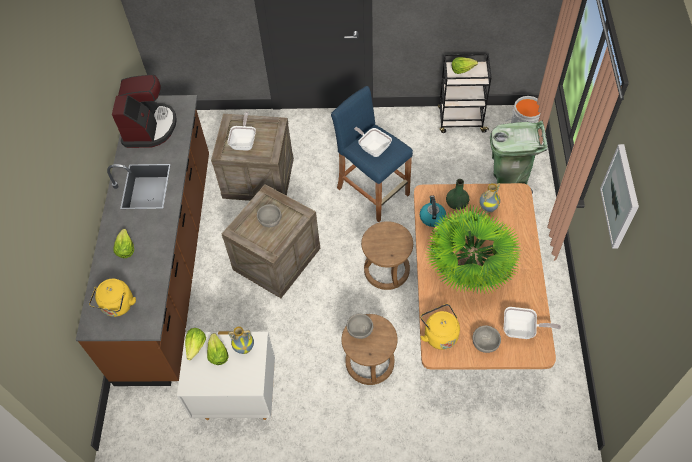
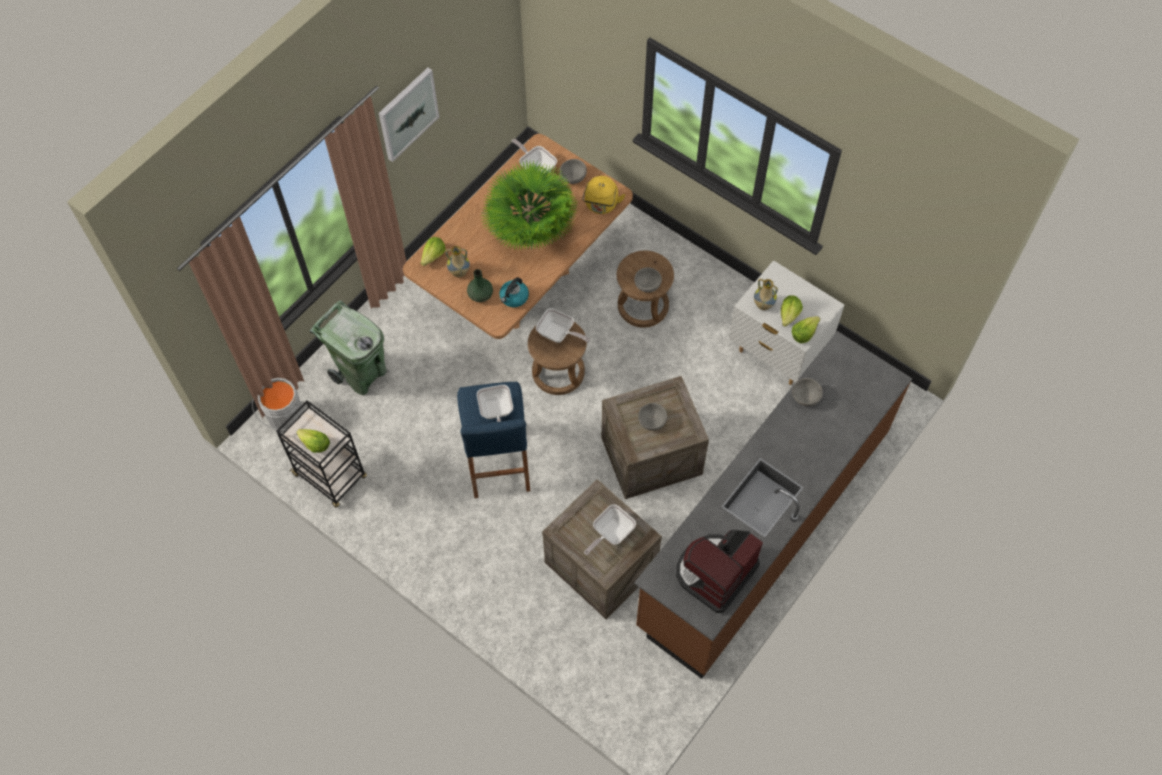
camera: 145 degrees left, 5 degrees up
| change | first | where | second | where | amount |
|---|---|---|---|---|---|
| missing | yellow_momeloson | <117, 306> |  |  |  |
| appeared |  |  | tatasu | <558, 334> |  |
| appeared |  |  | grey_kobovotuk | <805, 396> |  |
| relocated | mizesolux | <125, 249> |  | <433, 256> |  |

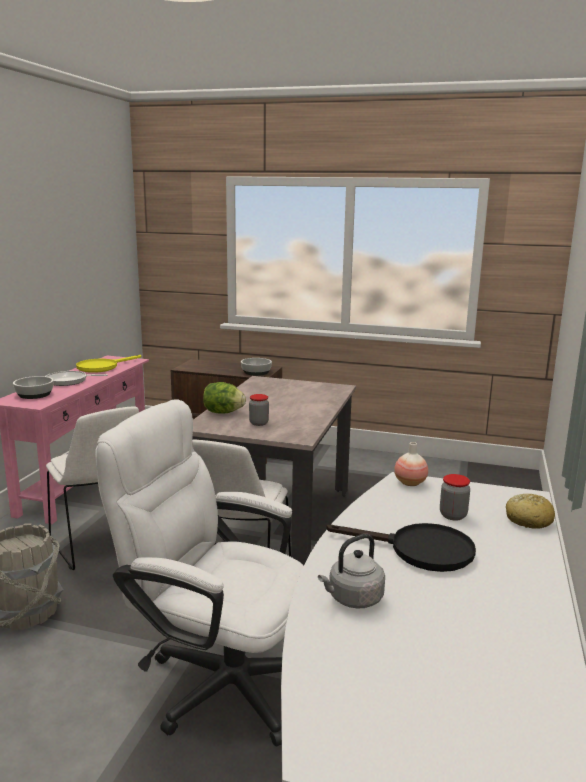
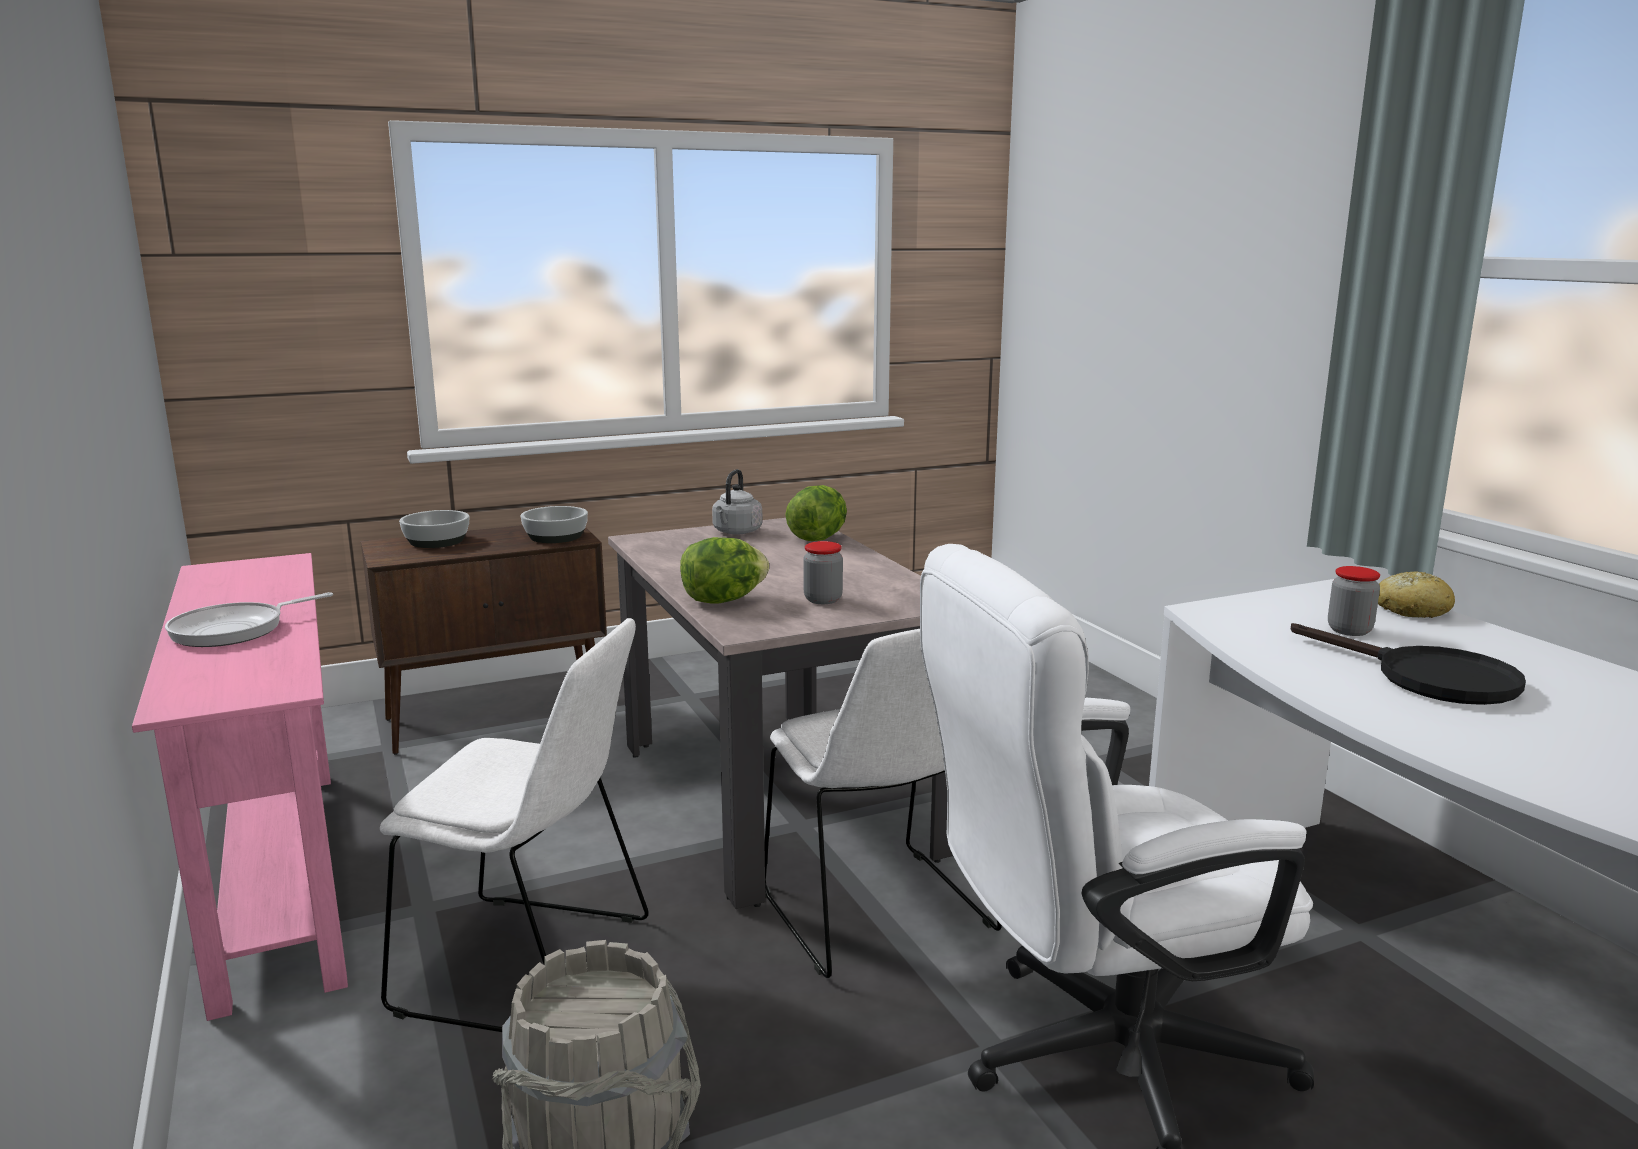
camera: 40 degrees left, 0 degrees up
| change | first | where | second | where | amount |
|---|---|---|---|---|---|
| missing | yellow_tatasu | <102, 367> |  |  |  |
| missing | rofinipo | <410, 483> |  |  |  |
| appeared |  |  | mizesolux | <818, 538> |  |
| relocated | kobovotuk | <35, 394> |  | <437, 541> |  |
| relocated | grey_momeloson | <353, 599> |  | <736, 532> |  |
| spun | black_tatasu | <419, 550> |  | <1427, 678> | 75 degrees clockwise |

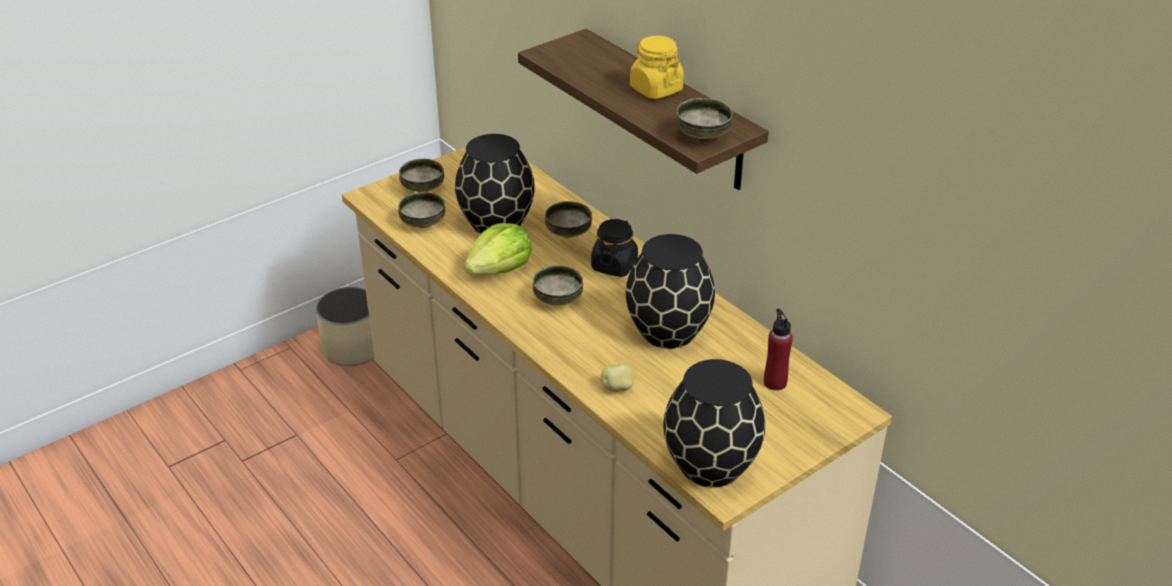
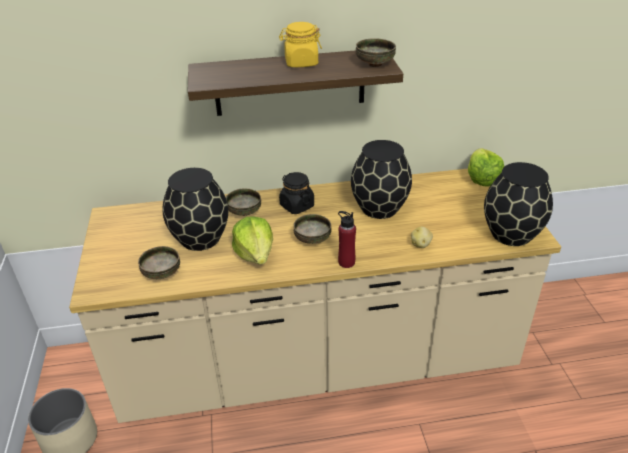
camera: 60 degrees left, 0 degrees up
| change | first | where | second | where | amount |
|---|---|---|---|---|---|
| missing | kobovotuk | <422, 188> |  |  |  |
| appeared |  |  | mizesolux | <482, 179> |  |
| relocated | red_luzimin | <775, 382> |  | <346, 262> |  |

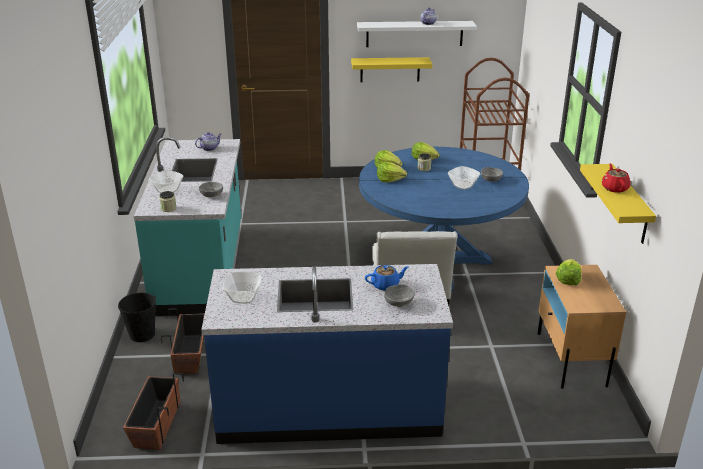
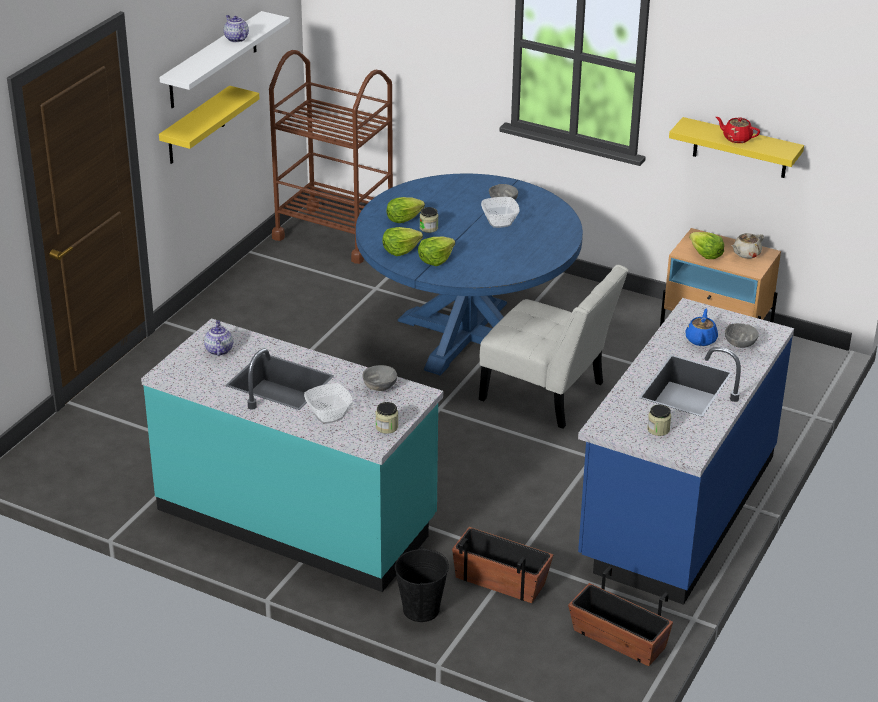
camera: 60 degrees left, 5 degrees up
| change | first | where | second | where | amount |
|---|---|---|---|---|---|
| appeared |  |  | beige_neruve | <746, 254> |  |
| exchanged | kobovotuk | <243, 298> | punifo | <658, 429> |  |

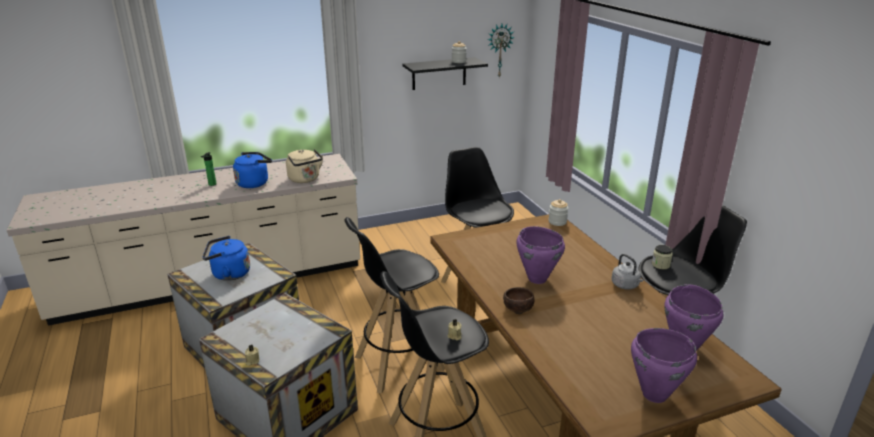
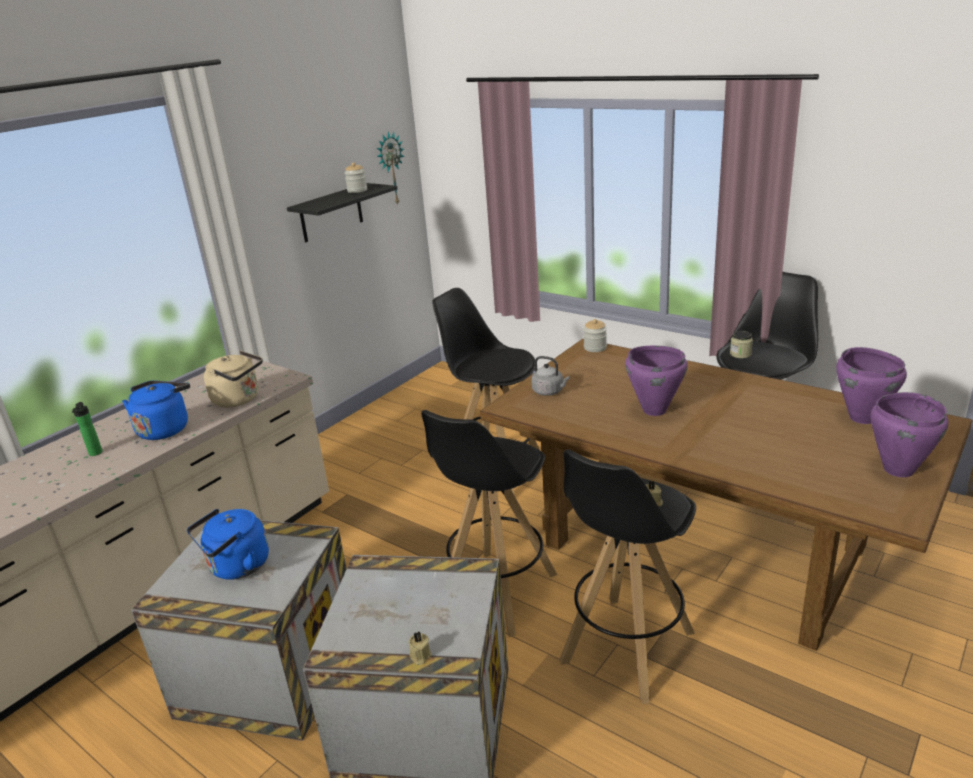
camera: 30 degrees left, 0 degrees up
| change | first | where | second | where | amount |
|---|---|---|---|---|---|
| missing | brown_kobovotuk | <517, 307> |  |  |  |
| relocated | grey_momeloson | <626, 285> |  | <549, 391> |  |

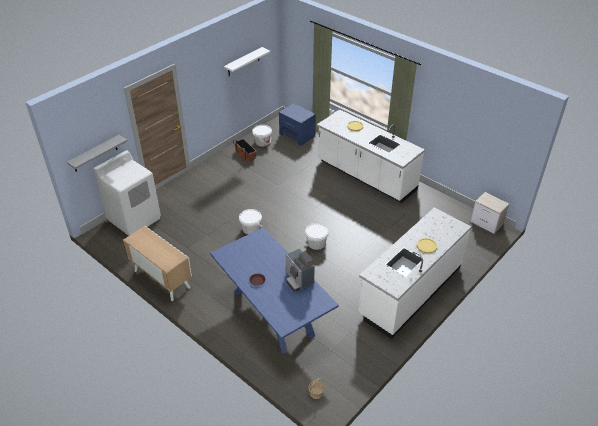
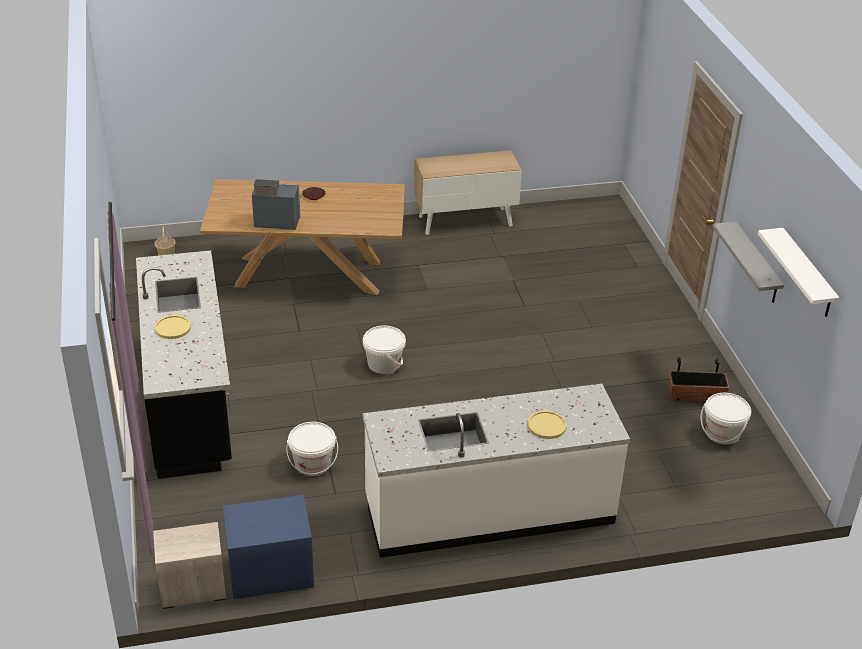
camera: 125 degrees right, 5 degrees down
| change | first | where | second | where | amount |
|---|---|---|---|---|---|
| missing | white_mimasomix | <134, 219> |  |  |  |
| relocated | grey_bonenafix | <95, 154> |  | <756, 264> |  |
| relocated | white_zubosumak | <251, 229> |  | <312, 464> |  |
| relocated | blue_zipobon | <297, 135> |  | <269, 571> |  |
| colour | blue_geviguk | <273, 312> | brown_geviguk | <308, 274> |  |
| colour | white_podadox | <410, 290> | black_podadox | <189, 400> |  |

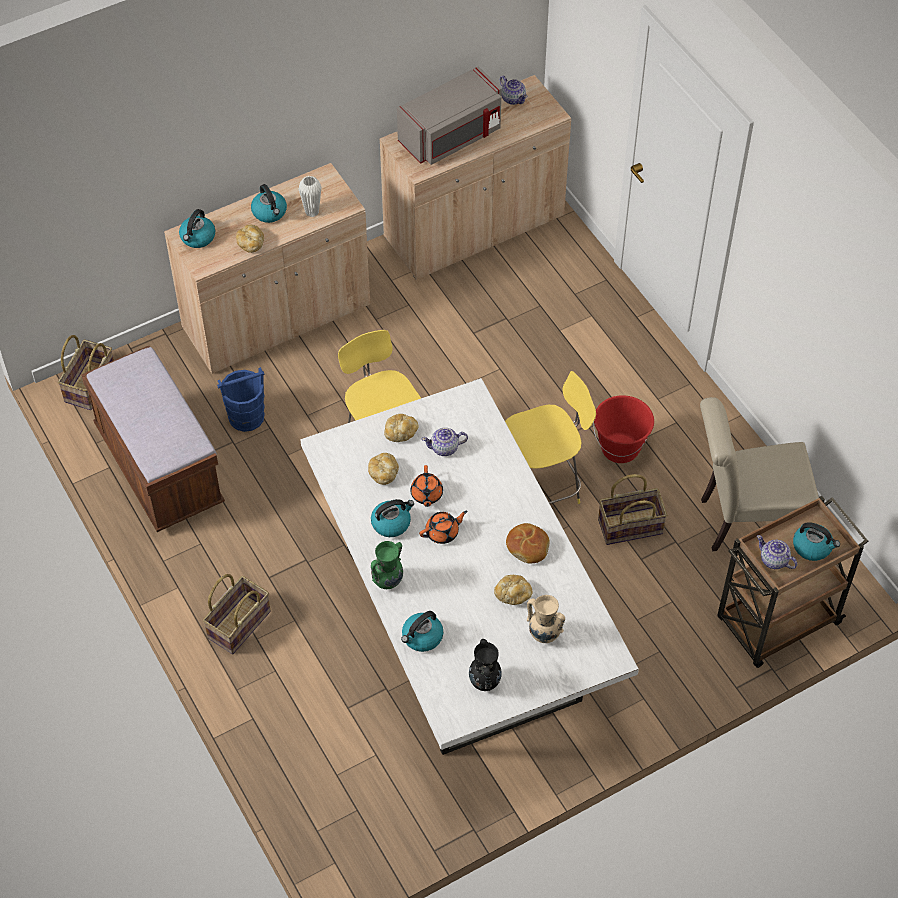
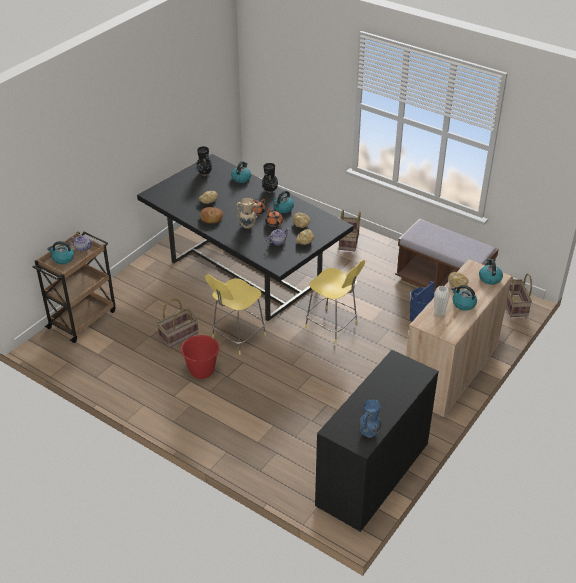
camera: 155 degrees right, 15 degrees down
| change | first | where | second | where | amount |
|---|---|---|---|---|---|
| missing | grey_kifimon | <452, 136> |  |  |  |
| missing | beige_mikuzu | <745, 521> |  |  |  |
| relocated | beige_rofinipo | <544, 634> |  | <248, 226> |  |
| exchanged | neruve | <513, 98> | blue_rofinipo | <369, 433> |  |
| colour | white_geviguk | <462, 625> | black_geviguk | <244, 271> |  |
| colour | green_rofinipo | <388, 581> | black_rofinipo | <269, 190> |  |
| colour | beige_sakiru | <474, 227> | black_sakiru | <372, 475> |  |

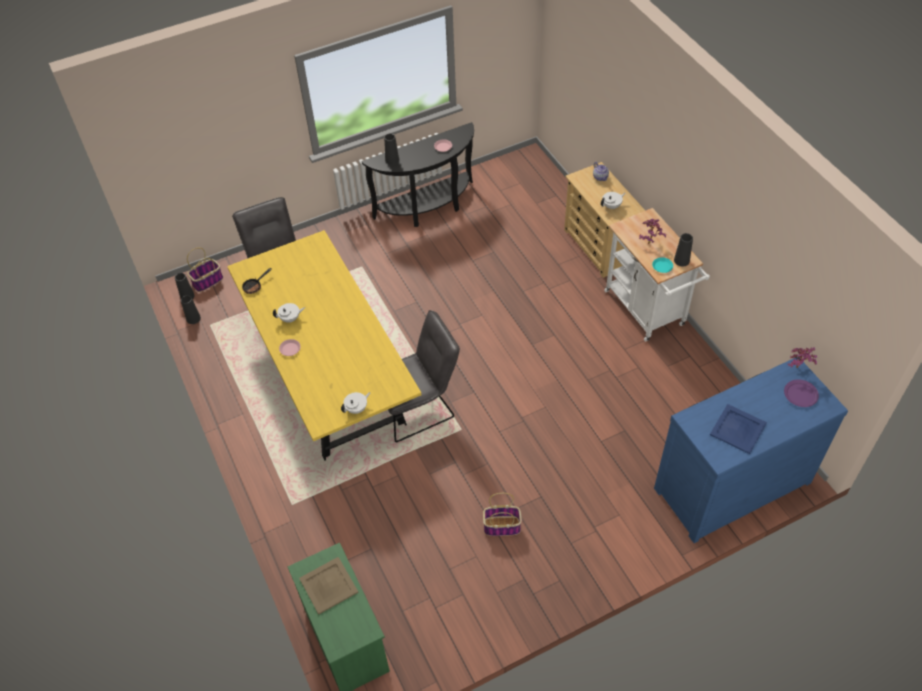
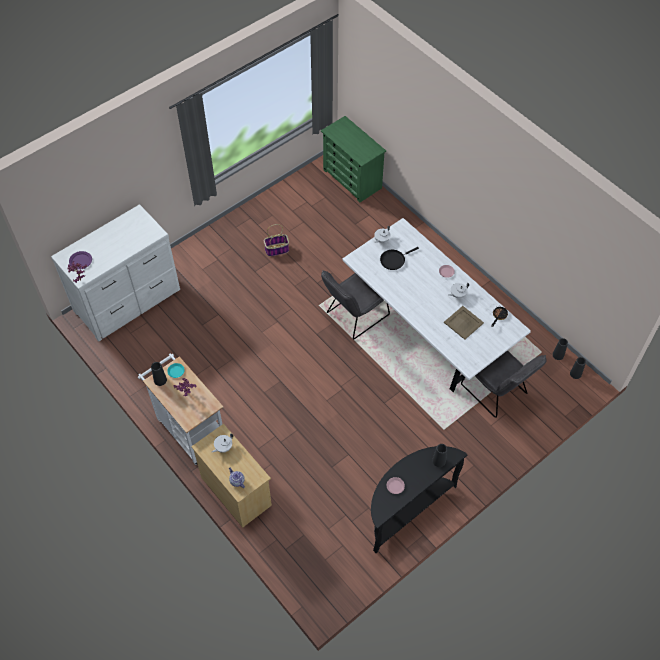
camera: 165 degrees right, 5 degrees up
| change | first | where | second | where | amount |
|---|---|---|---|---|---|
| missing | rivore | <208, 281> |  |  |  |
| missing | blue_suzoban | <738, 428> |  |  |  |
| appeared |  |  | black_tatasu | <394, 260> |  |
| relocated | beige_suzoban | <328, 586> |  | <463, 322> |  |
| colour | yellow_geviguk | <330, 375> | white_geviguk | <428, 328> |  |
| colour | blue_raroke | <730, 483> | white_raroke | <128, 301> |  |

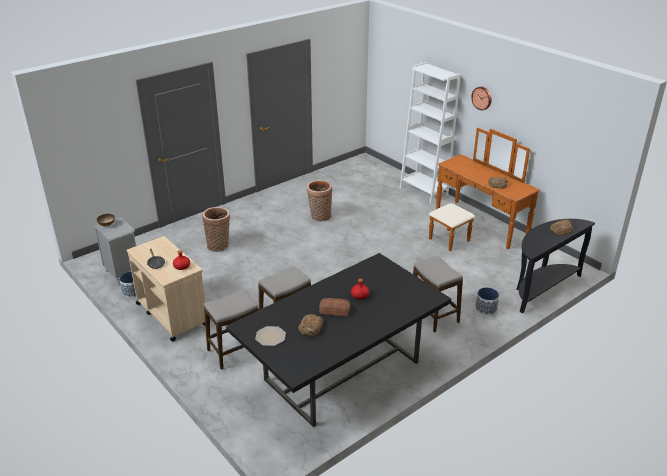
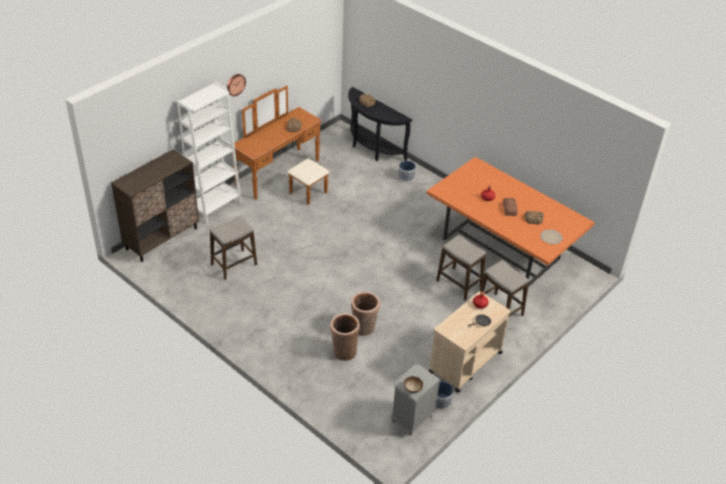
camera: 100 degrees left, 10 degrees up
| change | first | where | second | where | amount |
|---|---|---|---|---|---|
| appeared |  |  | brown_sakiru | <162, 238> |  |
| relocated | rivore | <319, 216> |  | <364, 329> |  |
| relocated | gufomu | <433, 315> |  | <234, 264> |  |
| colour | black_geviguk | <340, 371> | orange_geviguk | <501, 249> |  |

